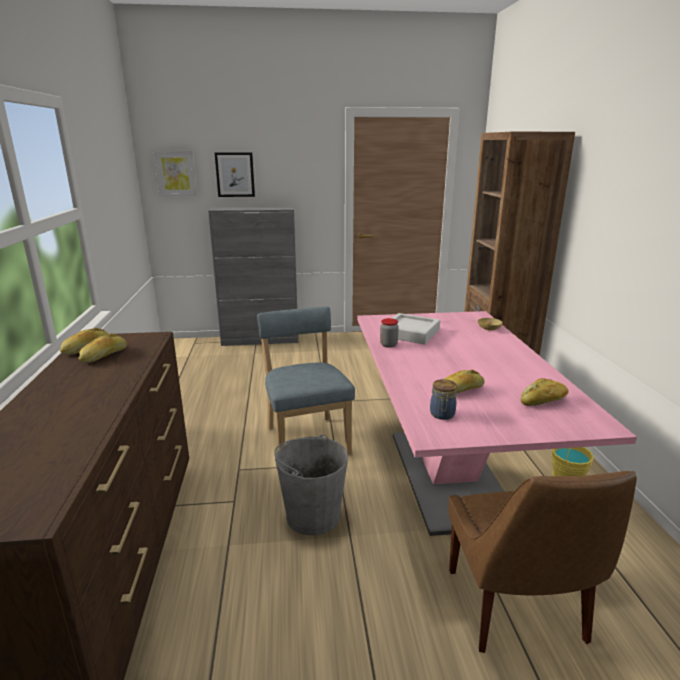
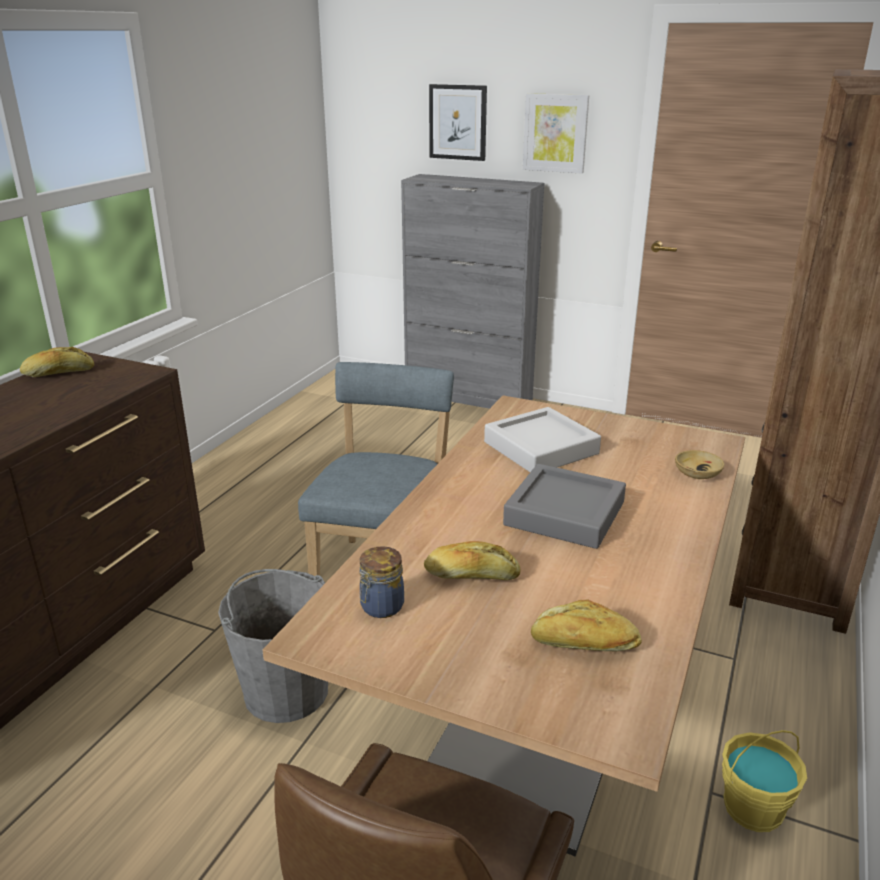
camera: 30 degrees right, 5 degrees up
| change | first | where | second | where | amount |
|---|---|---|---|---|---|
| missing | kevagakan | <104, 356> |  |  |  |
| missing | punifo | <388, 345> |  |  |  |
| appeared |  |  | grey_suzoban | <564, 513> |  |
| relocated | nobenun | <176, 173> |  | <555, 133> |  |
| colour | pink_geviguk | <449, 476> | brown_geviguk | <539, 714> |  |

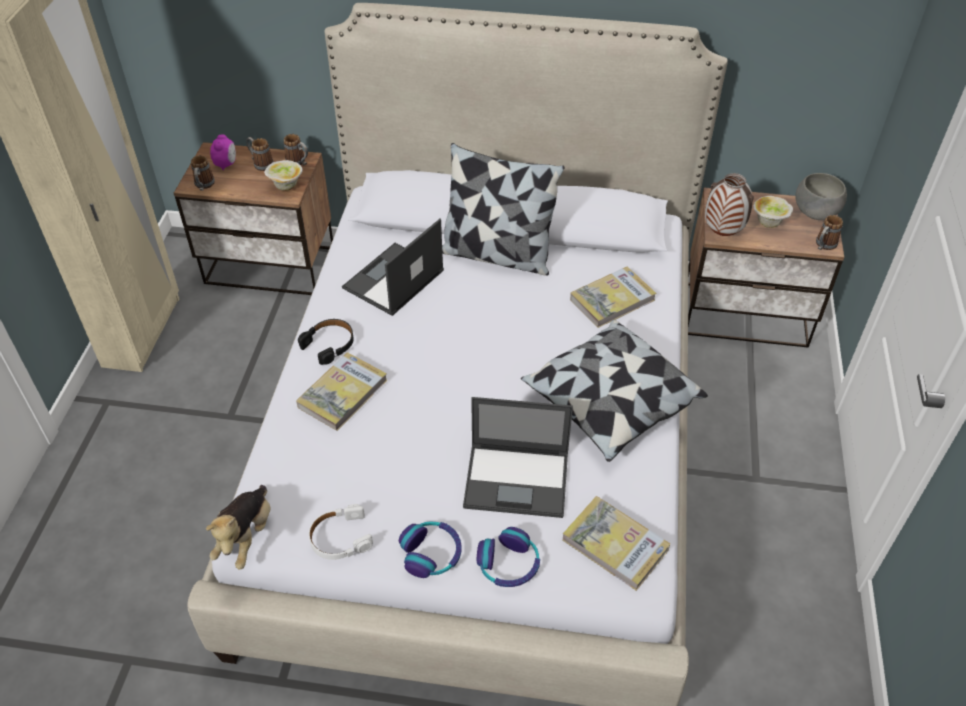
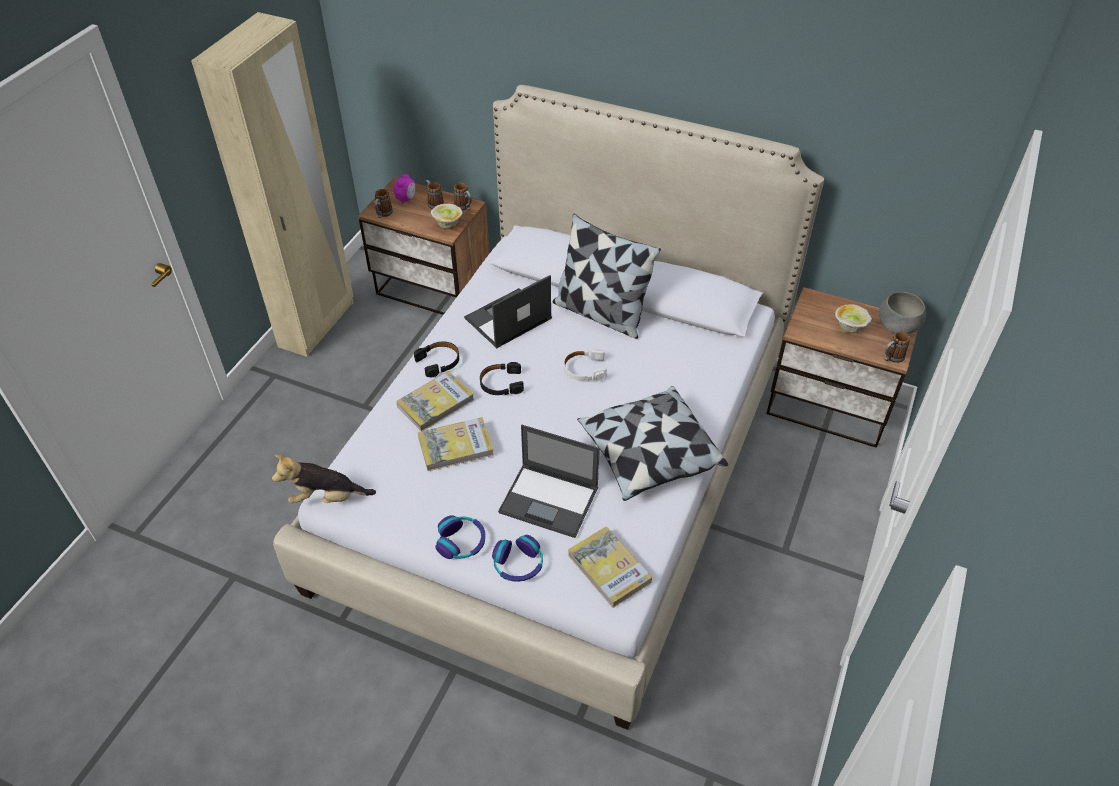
camera: 15 degrees right, 0 degrees up
| change | first | where | second | where | amount |
|---|---|---|---|---|---|
| missing | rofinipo | <723, 233> |  |  |  |
| appeared |  |  | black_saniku | <501, 383> |  |
| relocated | white_saniku | <340, 538> |  | <584, 369> |  |
| relocated | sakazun | <612, 299> |  | <456, 446> |  |
| spun | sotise | <246, 537> |  | <326, 498> | 60 degrees clockwise |

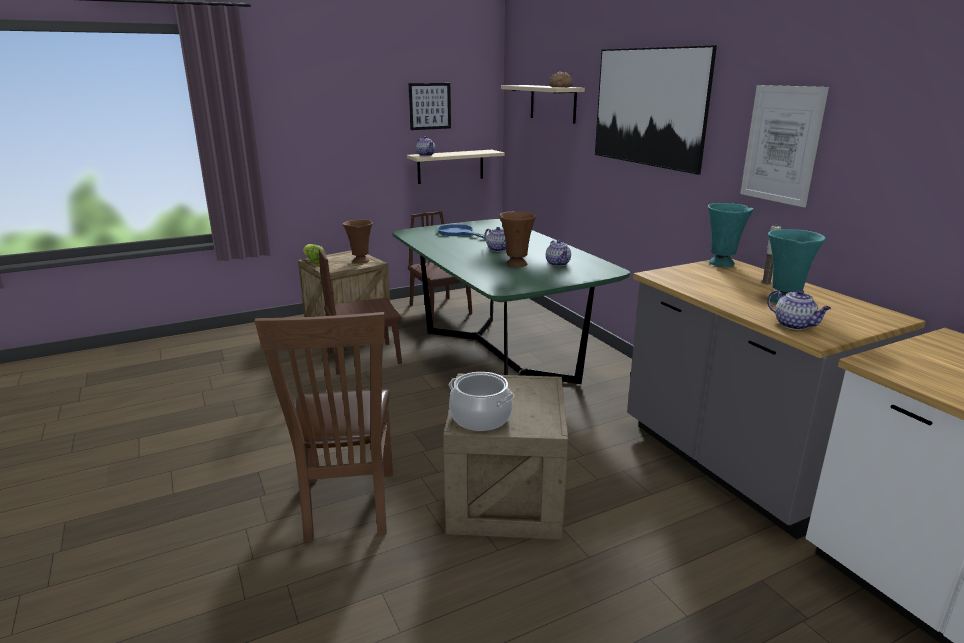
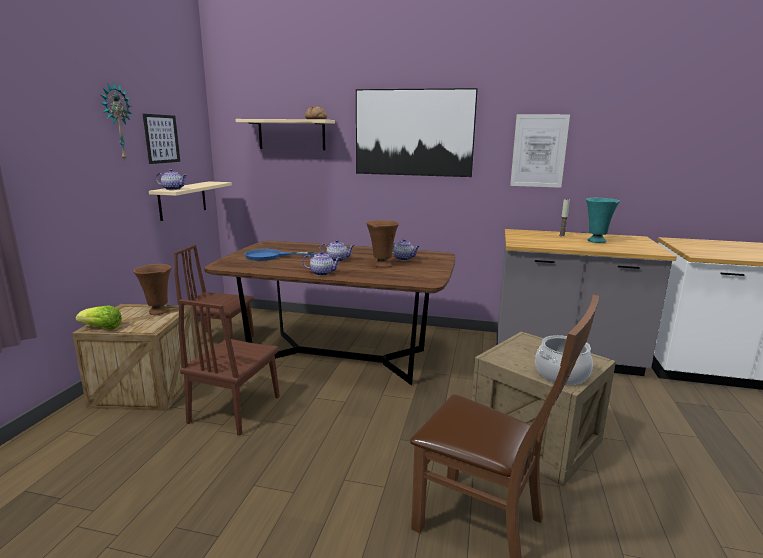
camera: 50 degrees left, 5 degrees down
| change | first | where | second | where | amount |
|---|---|---|---|---|---|
| missing | turquoise_rofinipo | <722, 264> |  |  |  |
| appeared |  |  | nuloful | <116, 122> |  |
| relocated | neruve | <794, 325> |  | <322, 273> |  |
| colour | green_geviguk | <498, 356> | brown_geviguk | <339, 357> |  |

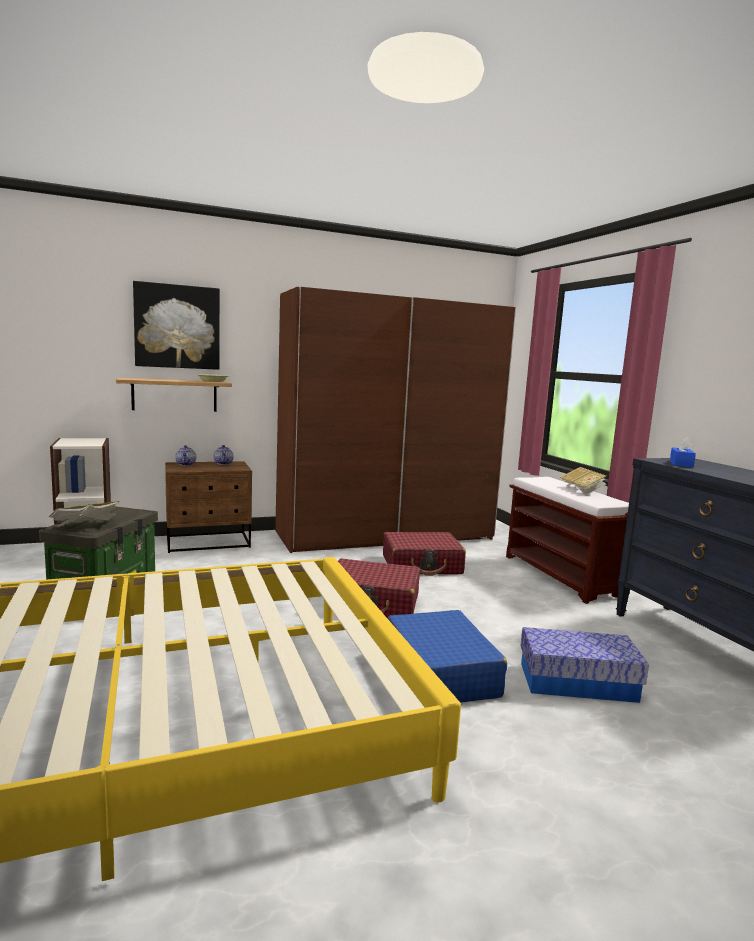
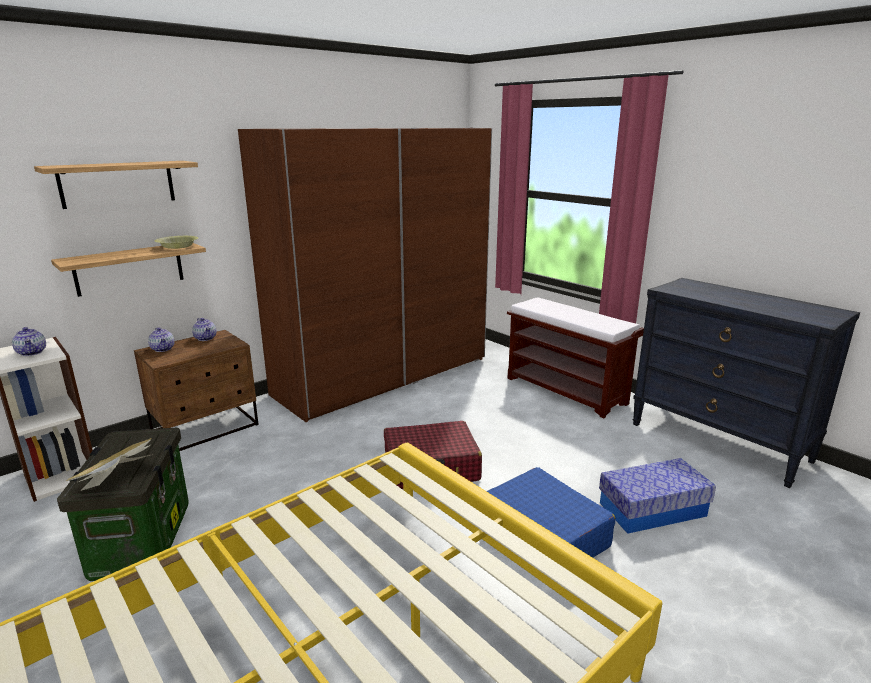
camera: 20 degrees left, 10 degrees up
| change | first | where | second | where | amount |
|---|---|---|---|---|---|
| missing | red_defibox | <422, 565> |  |  |  |
| missing | sakazun | <582, 490> |  |  |  |
| missing | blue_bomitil | <681, 464> |  |  |  |
| appeared |  |  | neruve | <32, 352> |  |
| exchanged | nobenun | <177, 327> | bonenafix | <117, 184> |  |

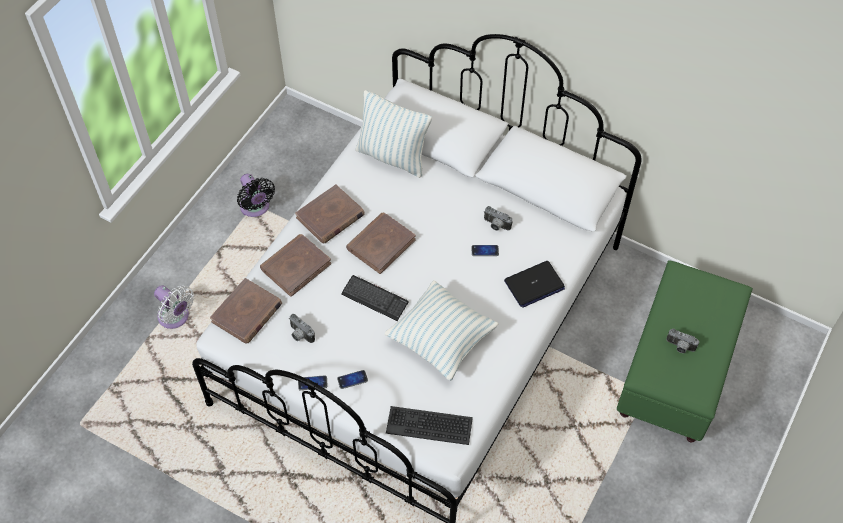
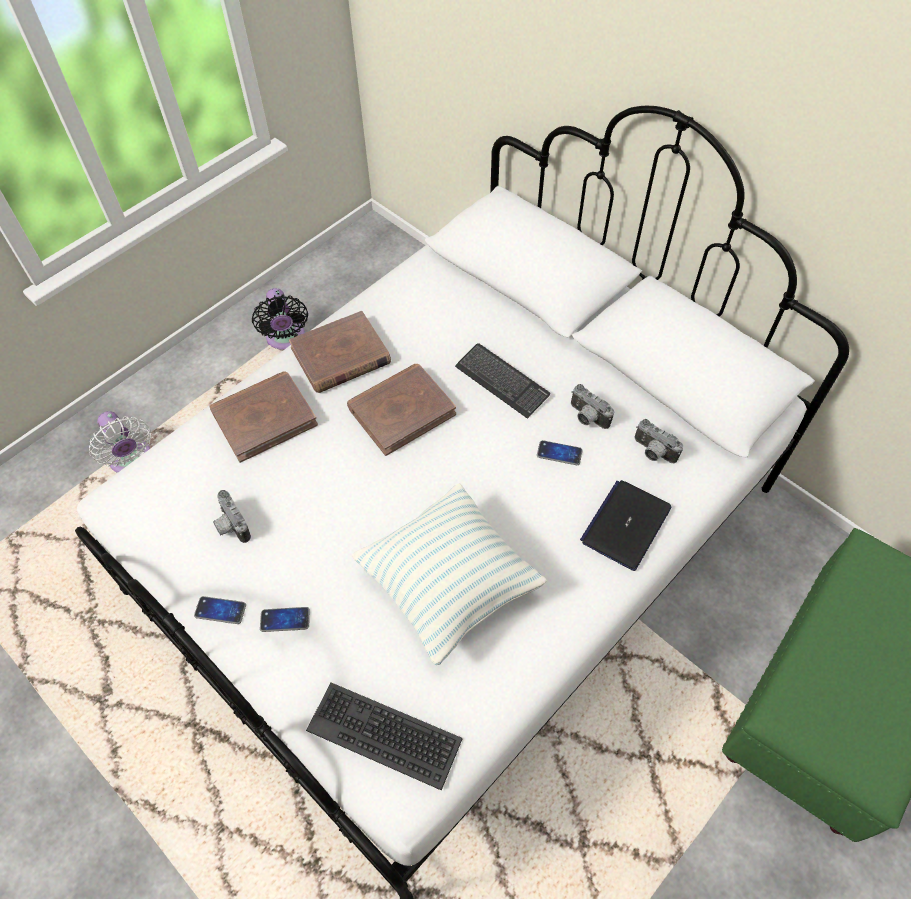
camera: 15 degrees right, 0 degrees up
| change | first | where | second | where | amount |
|---|---|---|---|---|---|
| missing | brown_sakazun | <247, 313> |  |  |  |
| missing | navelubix | <393, 157> |  |  |  |
| relocated | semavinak | <374, 298> |  | <502, 381> |  |
| relocated | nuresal | <679, 347> |  | <652, 452> |  |
| spun | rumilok | <534, 285> |  | <626, 525> | 135 degrees clockwise |

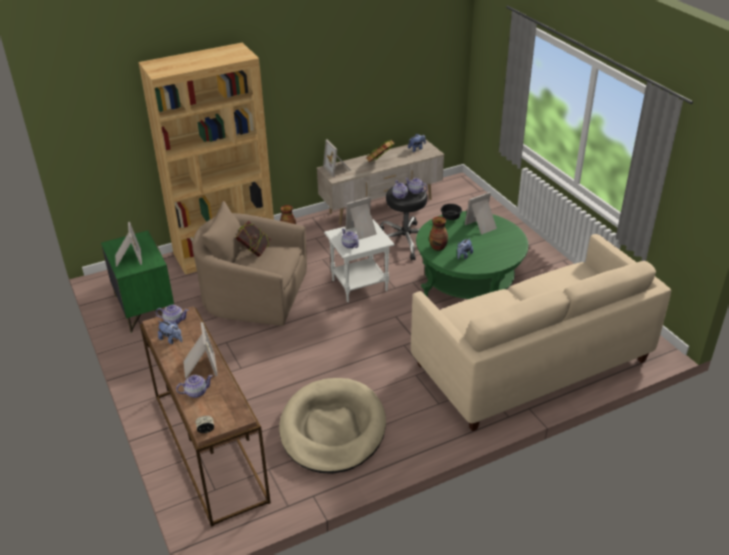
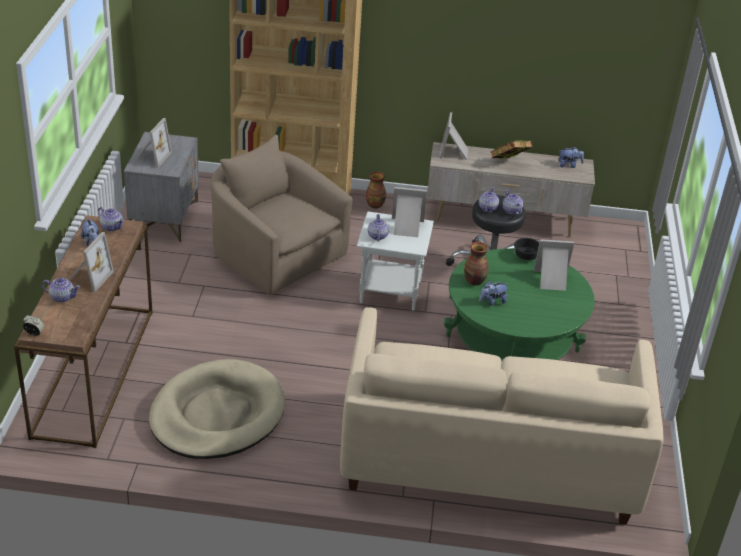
camera: 30 degrees right, 0 degrees up
| change | first | where | second | where | amount |
|---|---|---|---|---|---|
| missing | sakazun | <254, 251> |  |  |  |
| colour | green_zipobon | <144, 307> | grey_zipobon | <164, 218> |  |

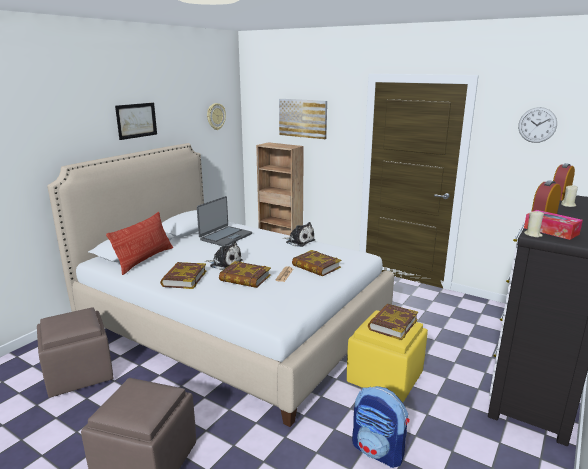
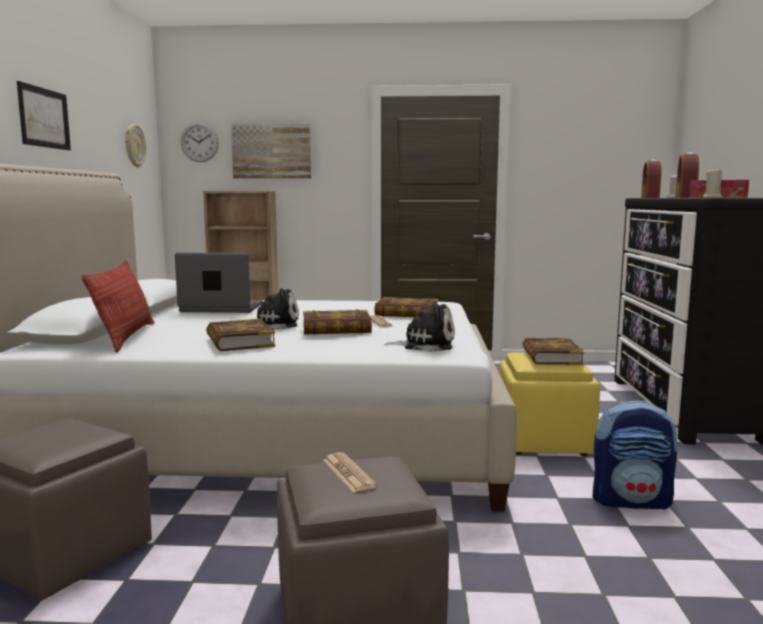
camera: 30 degrees left, 10 degrees down
| change | first | where | second | where | amount |
|---|---|---|---|---|---|
| appeared |  |  | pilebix | <348, 473> |  |
| relocated | sotise | <299, 241> |  | <425, 345> |  |
| relocated | nuloful | <537, 125> |  | <199, 142> |  |
| spun | rumilok | <225, 237> |  | <221, 308> | 90 degrees counterclockwise |

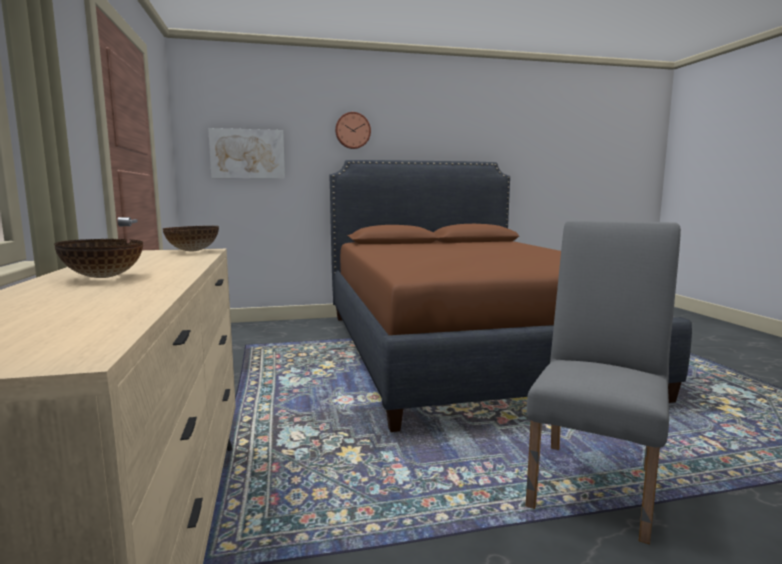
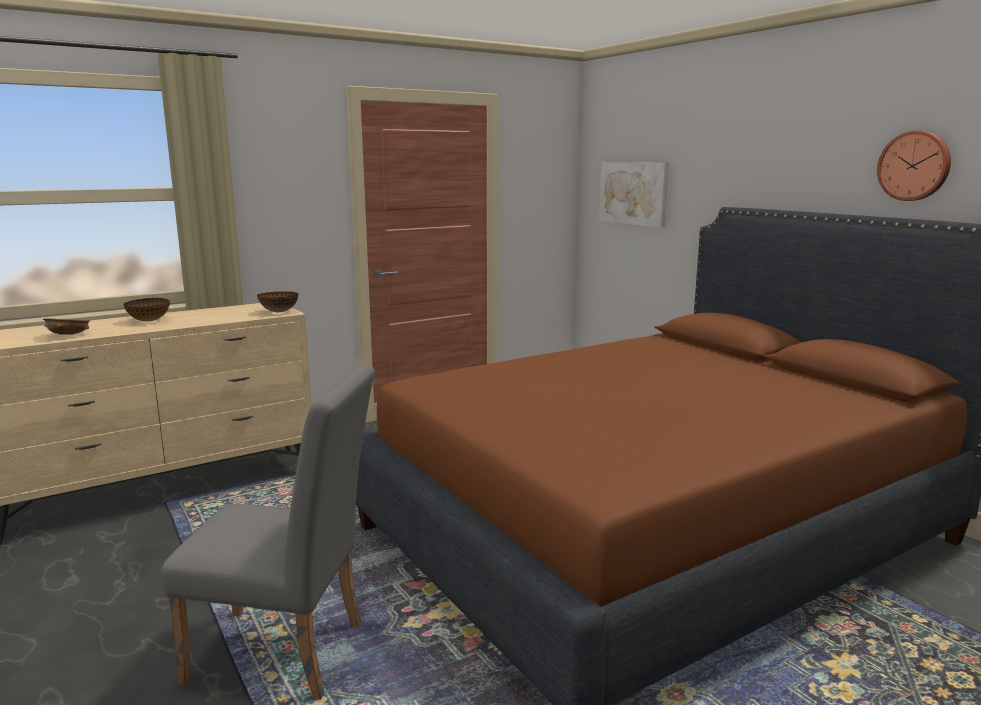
camera: 70 degrees right, 5 degrees up
| change | first | where | second | where | amount |
|---|---|---|---|---|---|
| appeared |  |  | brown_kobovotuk | <68, 335> |  |
| relocated | nuloful | <352, 130> |  | <915, 166> |  |

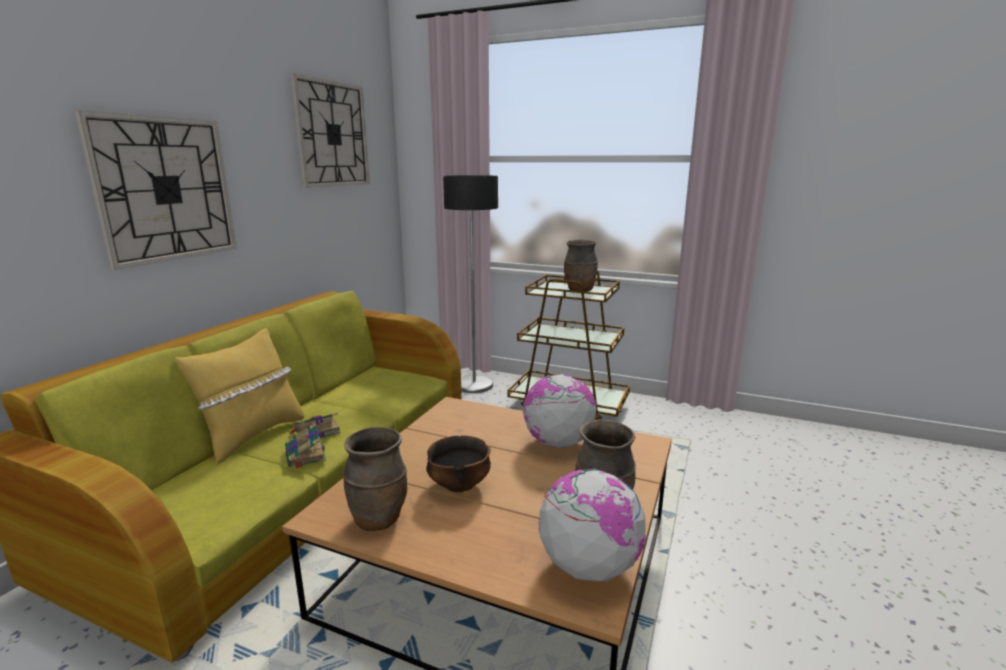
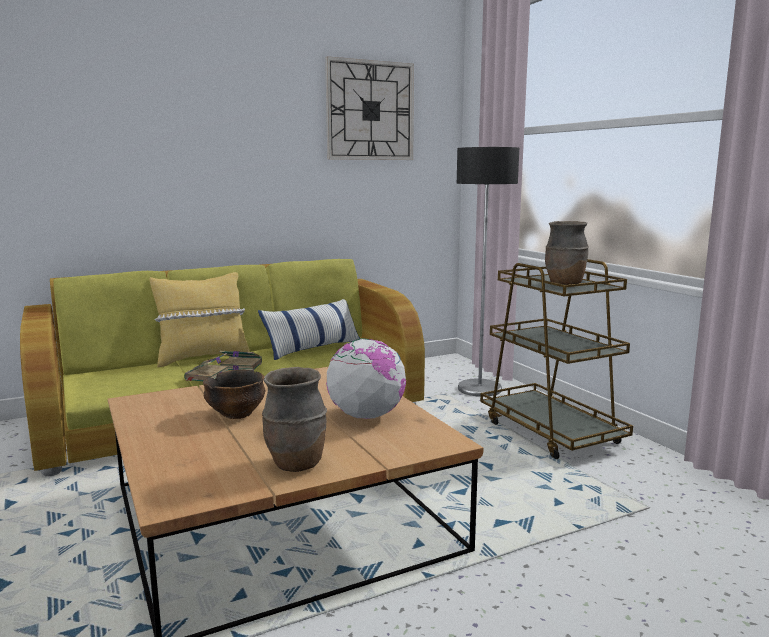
camera: 40 degrees right, 5 degrees down
| change | first | where | second | where | amount |
|---|---|---|---|---|---|
| missing | nuloful | <165, 189> |  |  |  |
| missing | brown_rofinipo | <378, 519> |  |  |  |
| missing | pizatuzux | <588, 566> |  |  |  |
| appeared |  |  | navelubix | <313, 348> |  |

